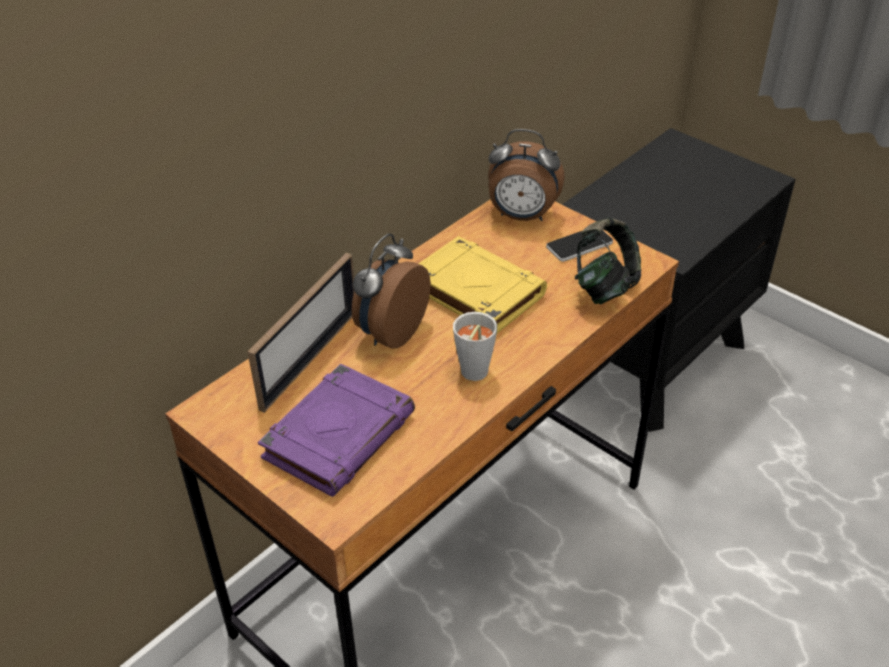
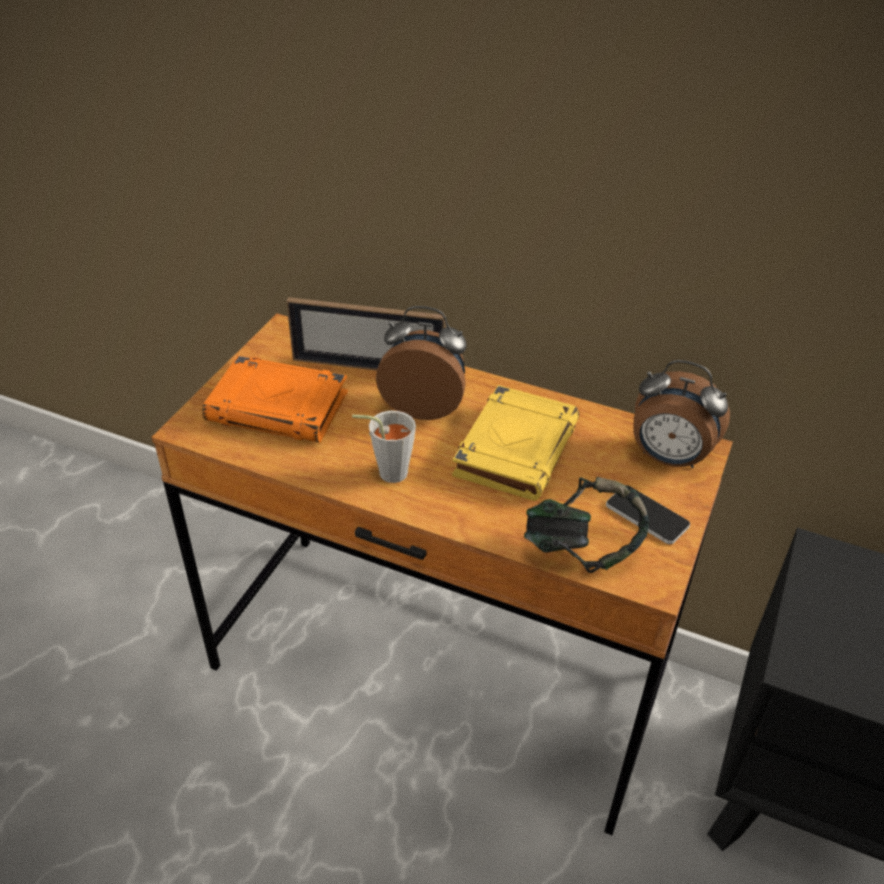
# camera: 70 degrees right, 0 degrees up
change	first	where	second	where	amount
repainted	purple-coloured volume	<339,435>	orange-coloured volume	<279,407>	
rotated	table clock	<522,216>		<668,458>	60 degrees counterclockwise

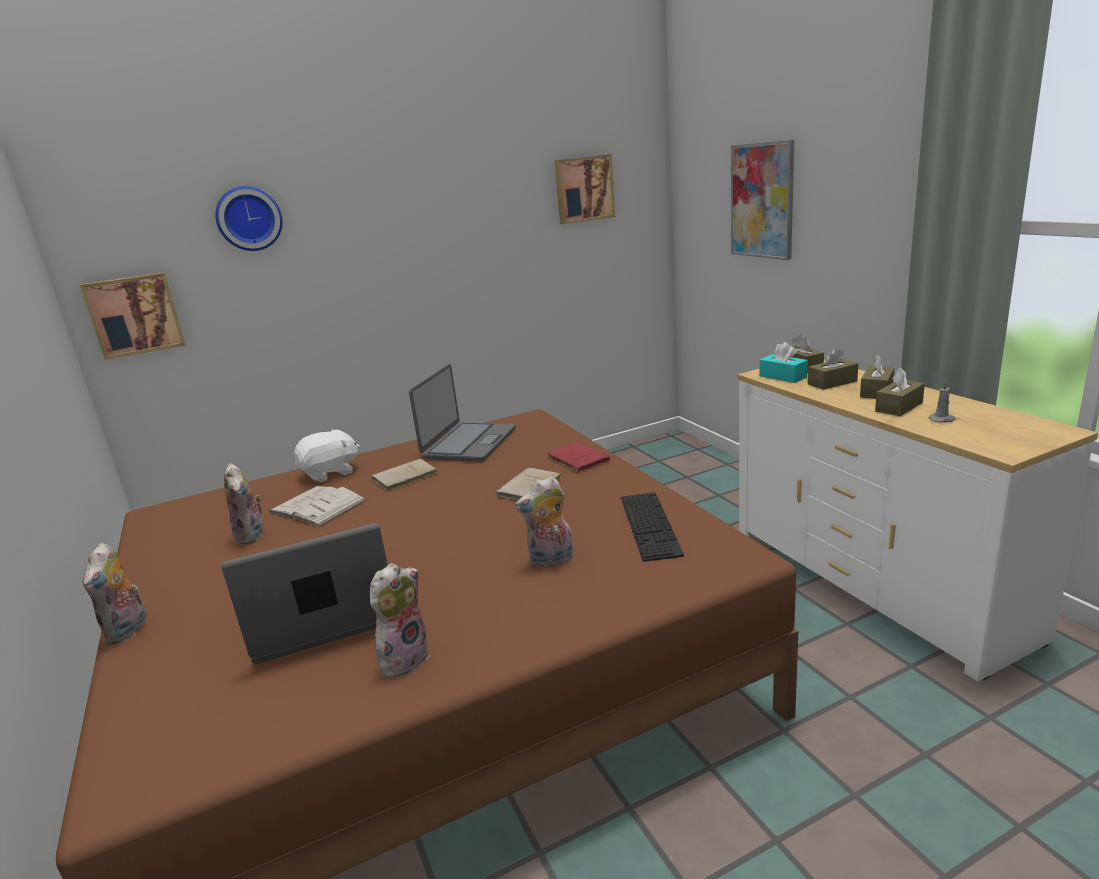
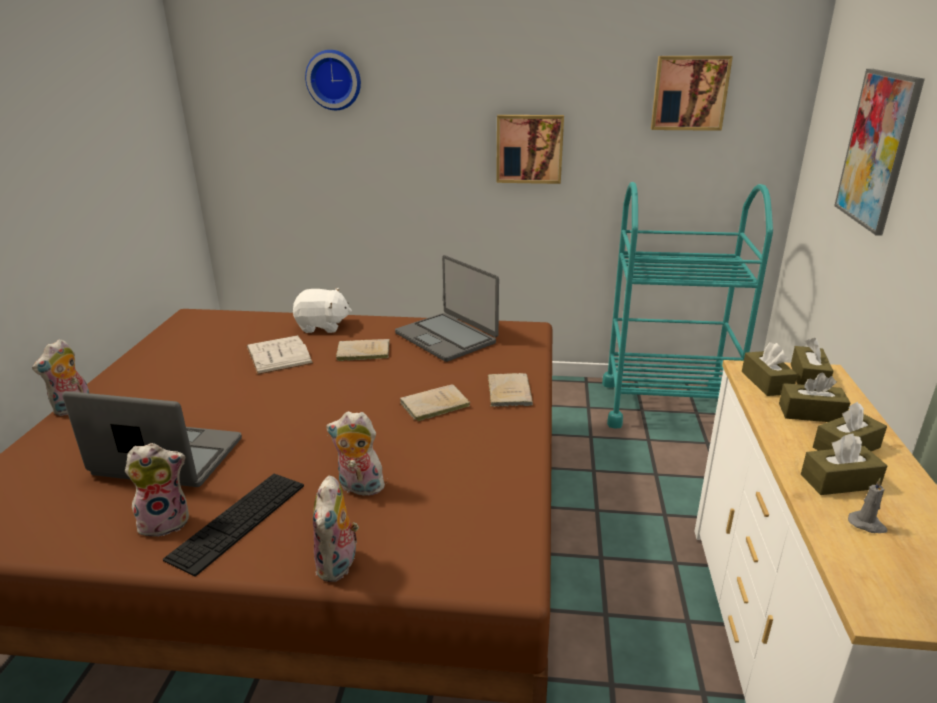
# camera: 30 degrees right, 5 degrees up
change	first	where	second	where	amount
new			turquoise-coloured cart	<666,406>	
shifted	picture	<135,315>		<529,148>	
shifted	cuddly toy	<252,535>		<339,566>	
shifted	keyboard	<649,525>		<238,521>	
repainted	reddish volume	<577,458>	beige volume	<509,391>	
repainted	turquoise-coloured box of tissues	<783,376>	brown box of tissues	<766,382>	
rotated	notebook computer	<468,443>		<447,338>	90 degrees clockwise

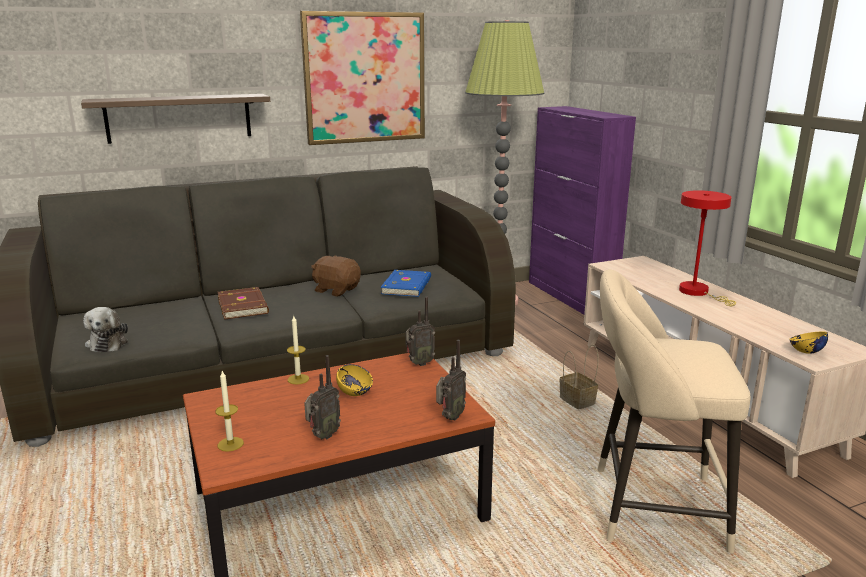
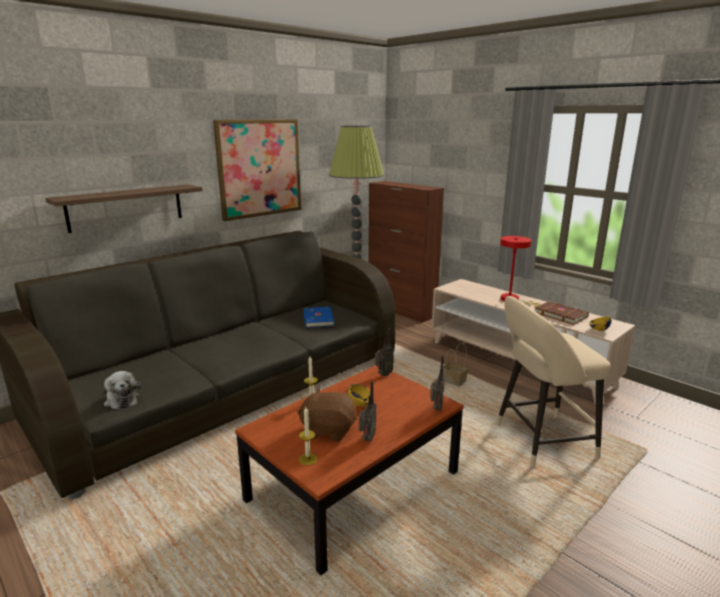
# camera: 20 degrees left, 0 degrees up
change	first	where	second	where	amount
shifted	brown volume	<244,306>		<560,314>	
shifted	brown cuddly toy	<336,290>		<328,430>	
repainted	purple-coloured cabinet	<570,296>	brown cabinet	<401,310>	

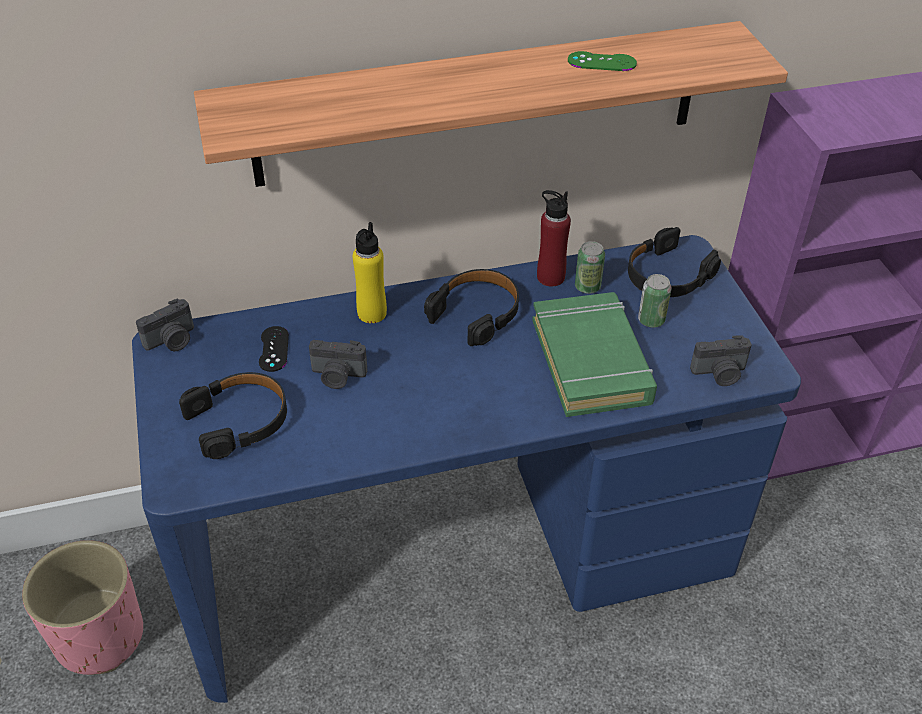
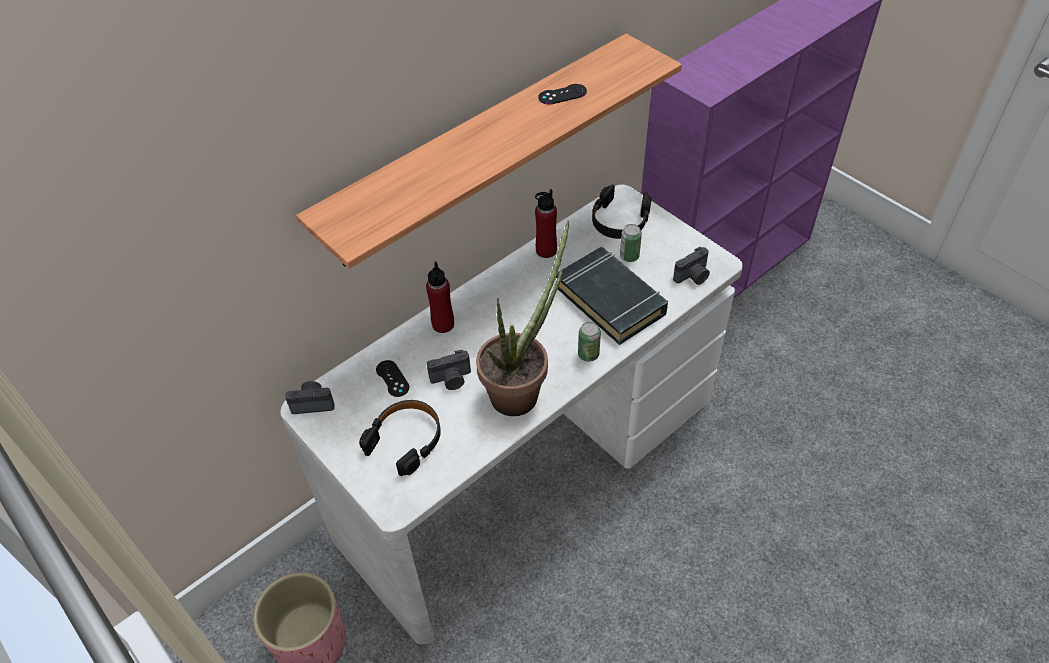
# camera: 25 degrees left, 5 degrees up
change	first	where	second	where	amount
gone	blackish headphones	<476,313>			
new			potted plant	<521,389>	
shifted	metal can	<587,287>		<588,354>	
repainted	bluish desk	<458,552>	white-coloured desk	<528,464>	
repainted	yellowish bottle	<371,313>	reddish bottle	<443,324>	
repainted	green volume	<591,361>	blackish volume	<610,300>	
repainted	green joypad	<601,62>	blackish joypad	<562,94>	
rotated	photo camera	<172,341>		<313,403>	120 degrees counterclockwise

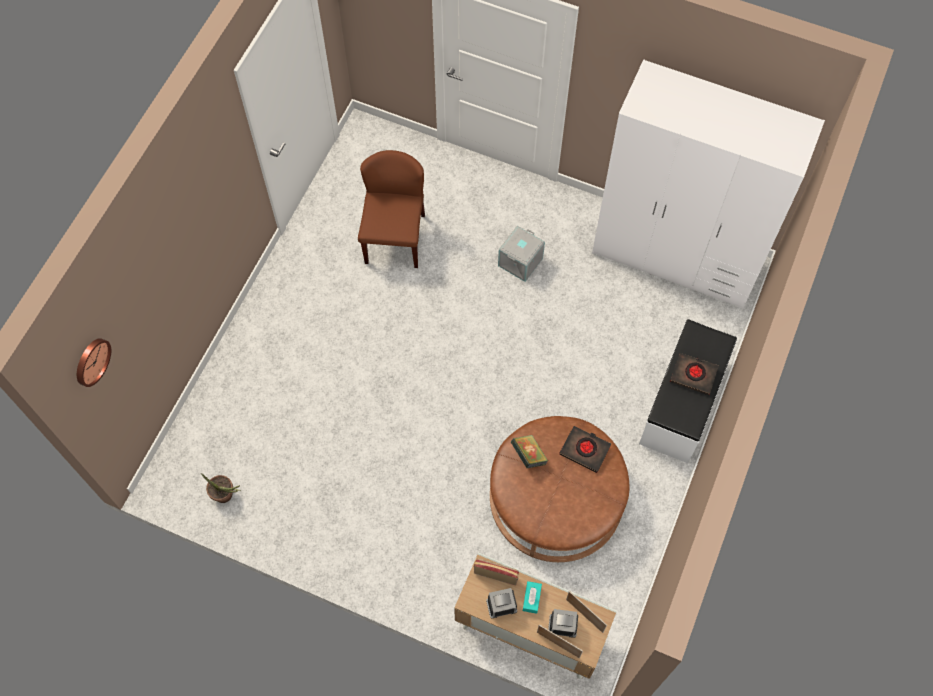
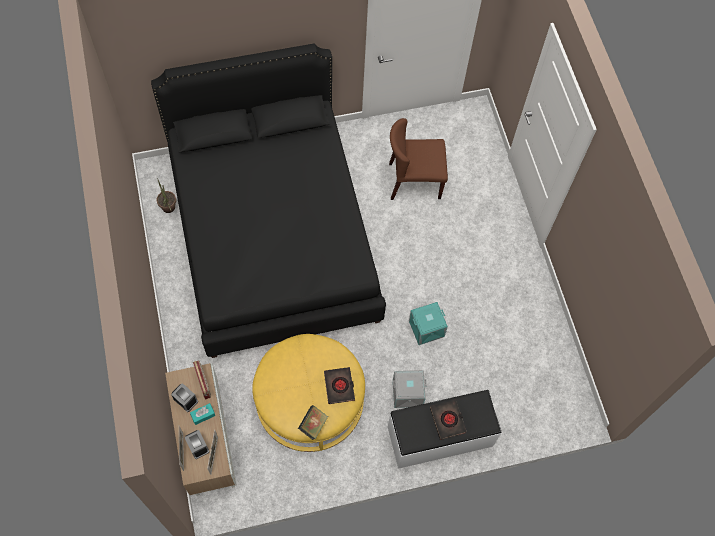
# camera: 50 degrees right, 0 degrees up
change	first	where	second	where	amount
gone	wall clock	<91,361>			
gone	white-coloured wardrobe	<676,257>			
new			blackish bedroom bed	<273,236>	
new			turquoise-coloured storage bin	<426,329>	
shifted	gray storage bin	<521,262>		<407,394>	
shifted	volume	<528,455>		<313,425>	
repainted	brown pouffe	<556,496>	yellowish pouffe	<309,398>	
rotated	brown upright chair	<394,238>		<414,181>	150 degrees counterclockwise

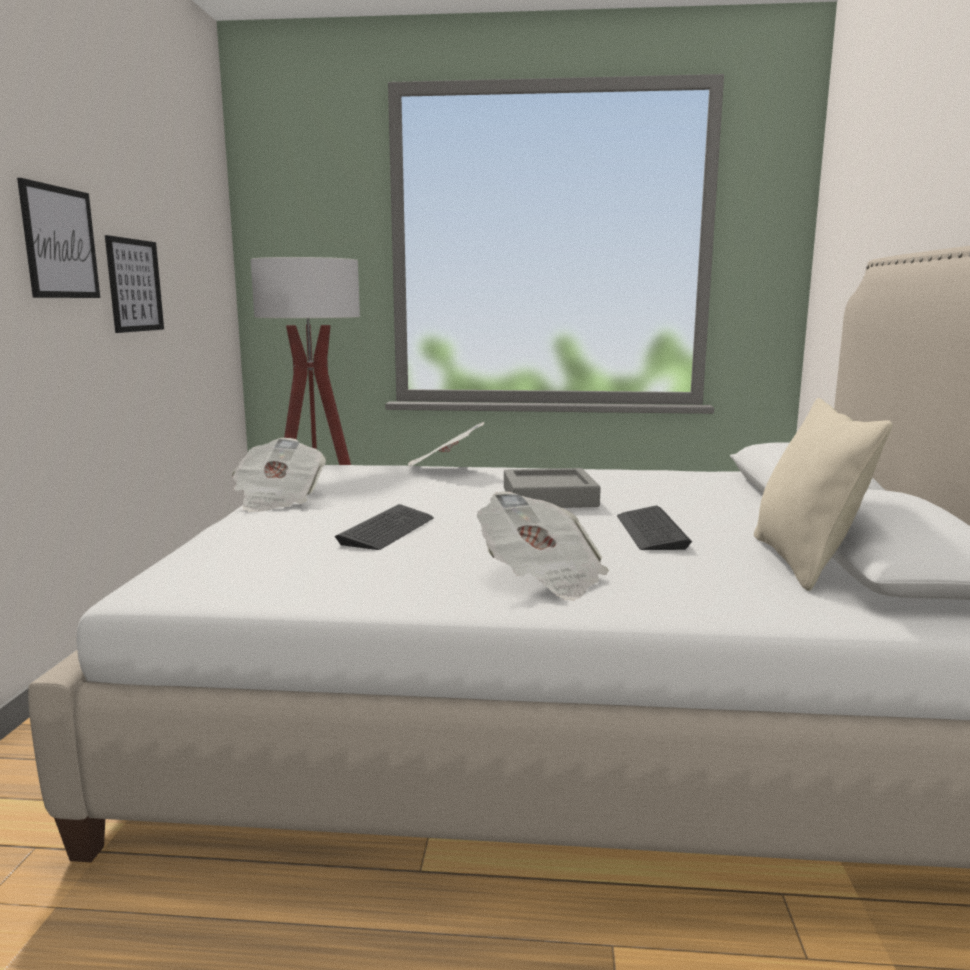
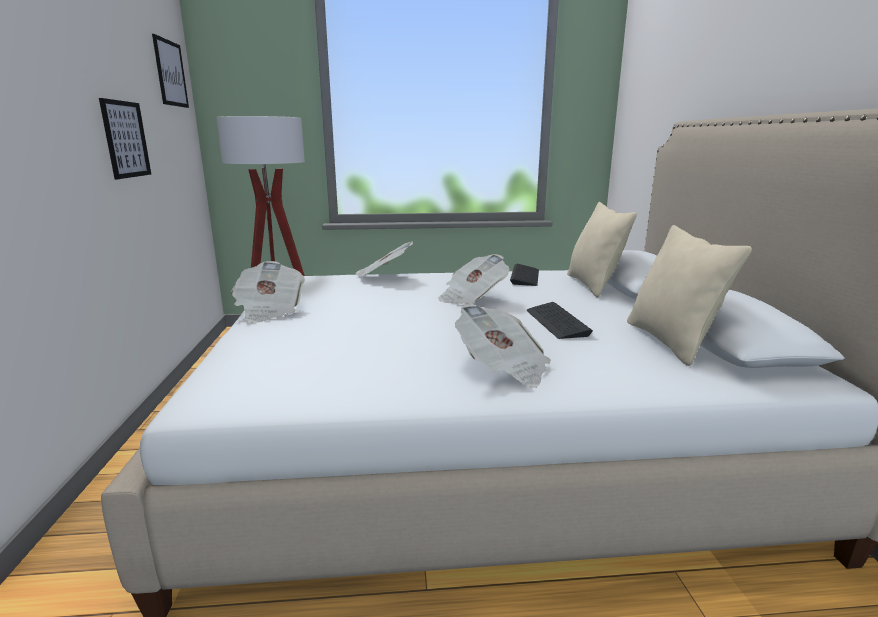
# camera: 10 degrees left, 5 degrees up
change	first	where	second	where	amount
new			beige pillow	<593,285>	
shifted	picture	<60,242>		<170,73>	
shifted	keyboard	<387,530>		<525,276>	
swapped	gray serving tray	<549,497>	daily paper	<472,297>	

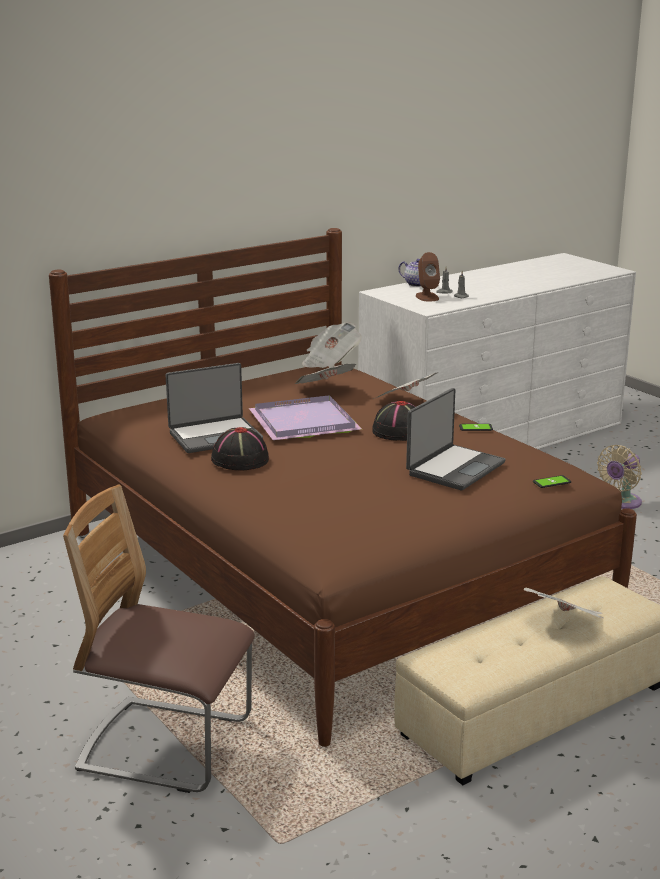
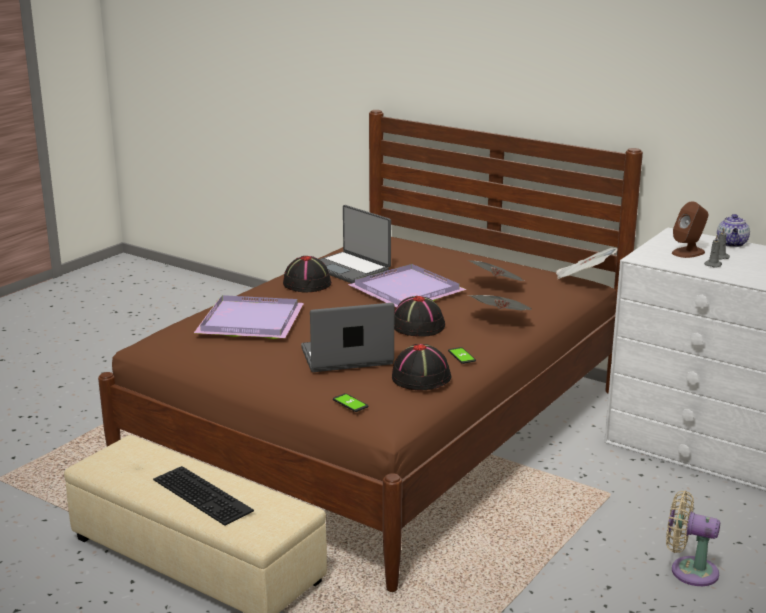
# camera: 70 degrees right, 0 degrees up
change	first	where	second	where	amount
gone	upright chair	<166,746>			
new			purple-coloured serving tray	<249,320>	
new			blackish hat	<421,377>	
swapped	daily paper	<566,623>	keyboard	<205,494>	
rotated	notebook computer	<454,468>		<347,357>	150 degrees clockwise

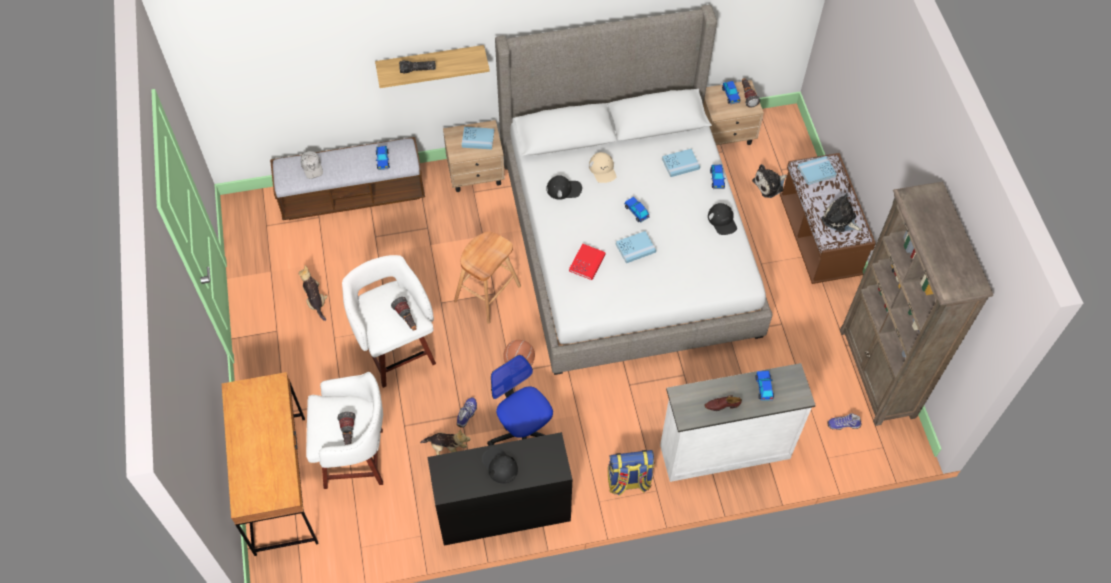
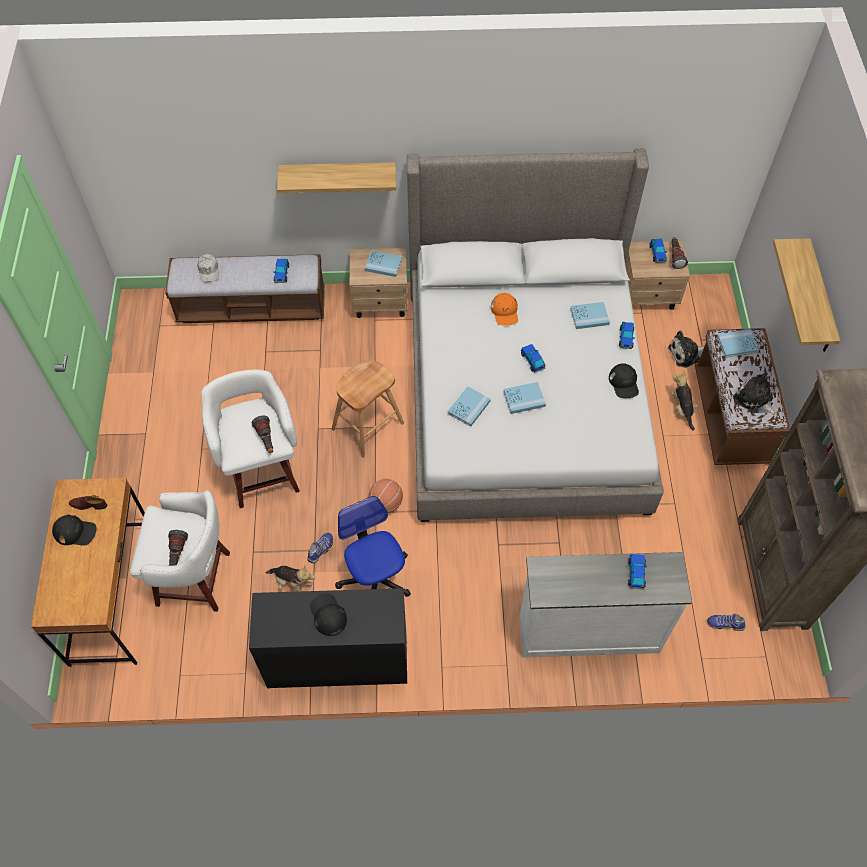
# camera: 10 degrees right, 0 degrees up
change	first	where	second	where	amount
gone	hand torch	<417,70>			
gone	knapsack	<628,482>			
new			wall shelf	<819,299>	
shifted	cuddly toy	<315,300>		<681,408>	
shifted	blackish peaked cap	<564,189>		<75,532>	
shifted	brown item of footwear	<722,405>		<88,505>	
repainted	reddish volume	<587,263>	bluish volume	<469,407>	
repainted	beige peaked cap	<602,169>	orange-coloured peaked cap	<505,311>	

